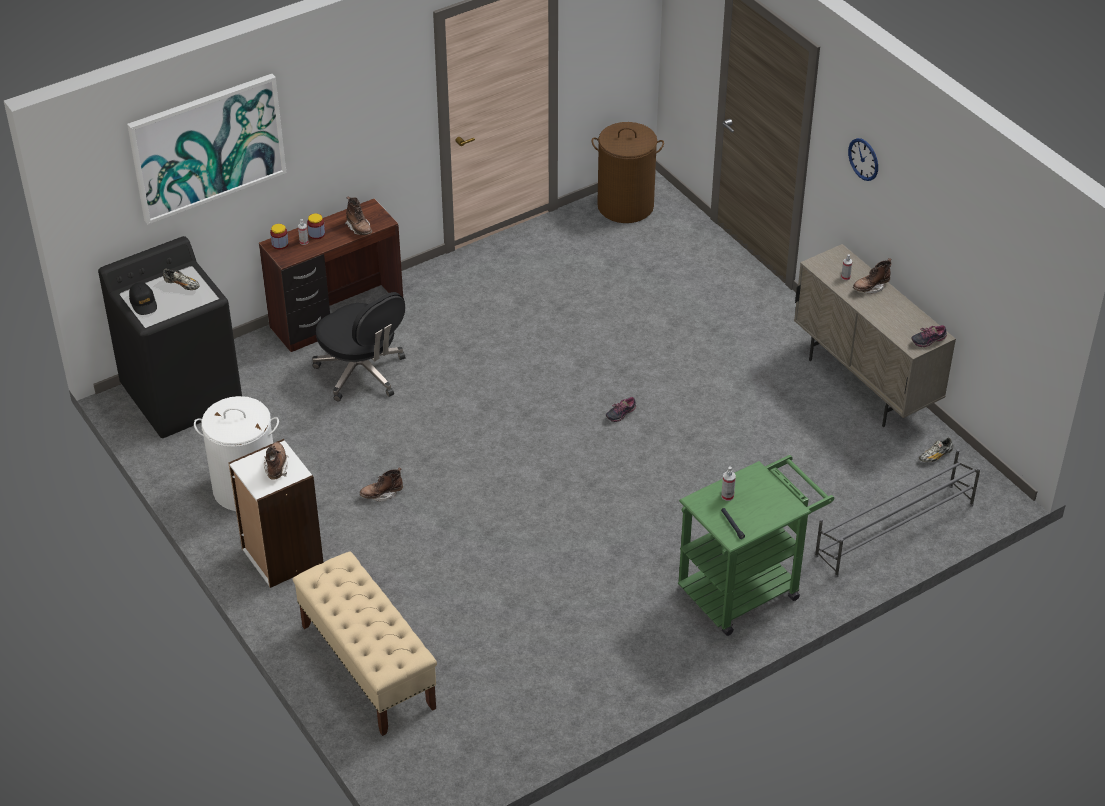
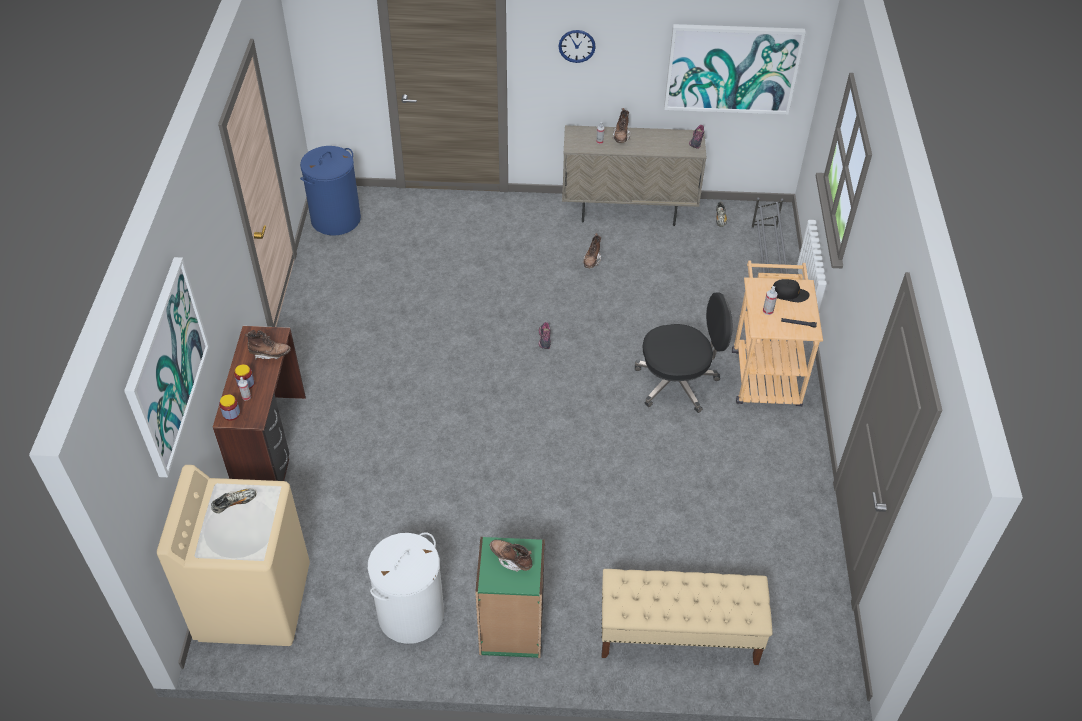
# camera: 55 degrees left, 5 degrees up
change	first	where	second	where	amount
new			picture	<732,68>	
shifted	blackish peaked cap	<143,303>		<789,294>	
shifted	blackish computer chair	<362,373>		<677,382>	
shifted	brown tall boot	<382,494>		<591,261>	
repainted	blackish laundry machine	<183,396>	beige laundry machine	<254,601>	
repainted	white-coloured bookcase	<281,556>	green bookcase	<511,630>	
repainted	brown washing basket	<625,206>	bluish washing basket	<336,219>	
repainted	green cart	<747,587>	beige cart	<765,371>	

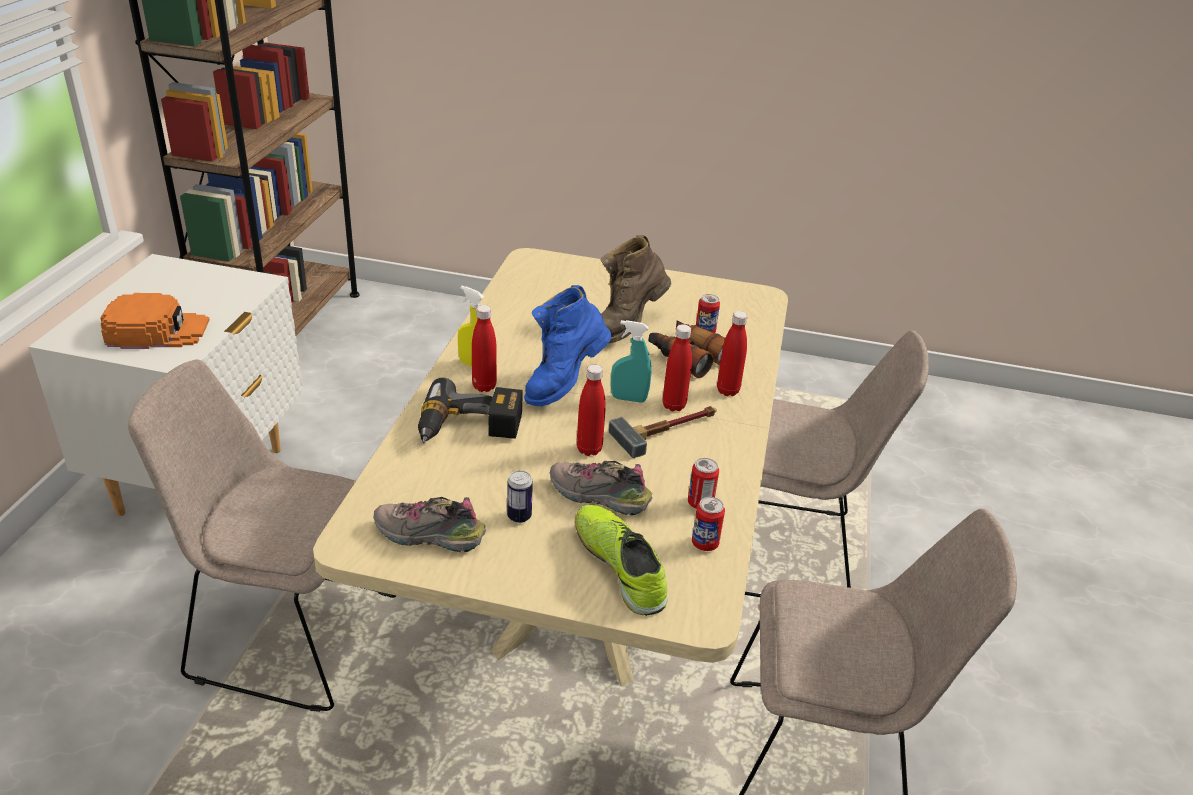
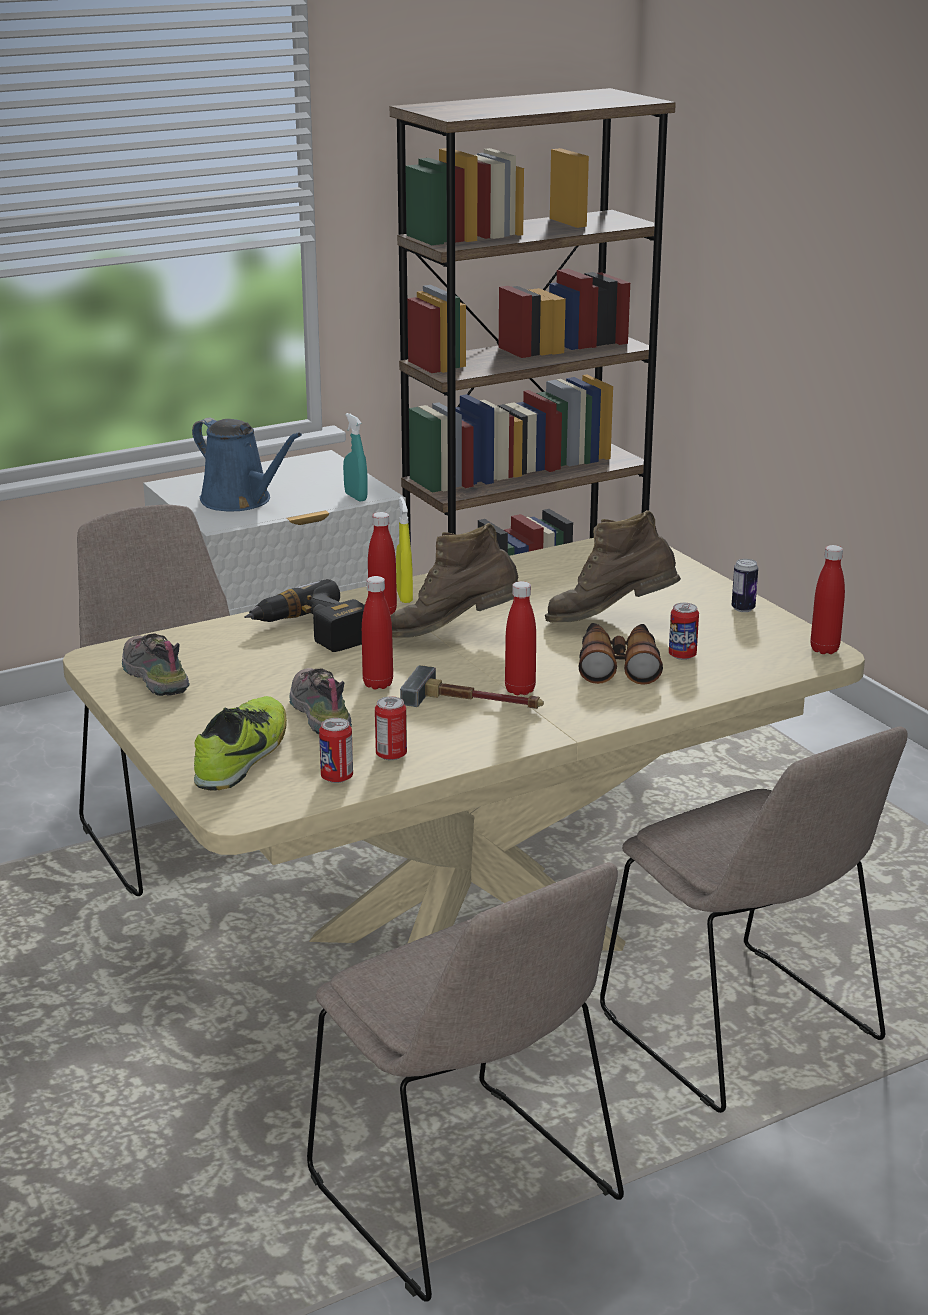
# camera: 50 degrees right, 10 degrees down
change	first	where	second	where	amount
shifted	metal can	<519,516>		<743,608>	
shifted	turquoise-coloured sprayer	<628,399>		<355,497>	
shifted	reddish bottle	<727,390>		<824,649>	
swapped	orange-coloured peaked cap	<157,330>	bluish watering pot	<240,501>	
repainted	bluish tall boot	<563,383>	brown tall boot	<454,637>	

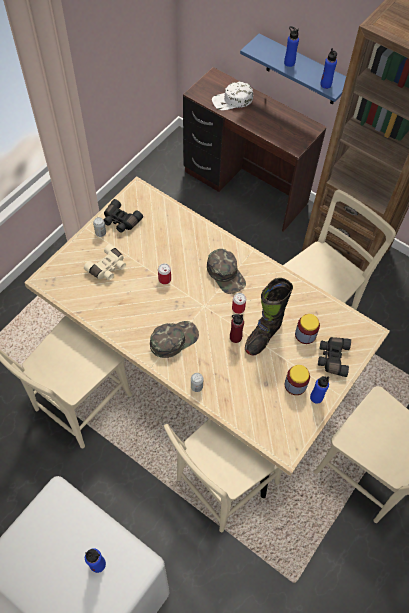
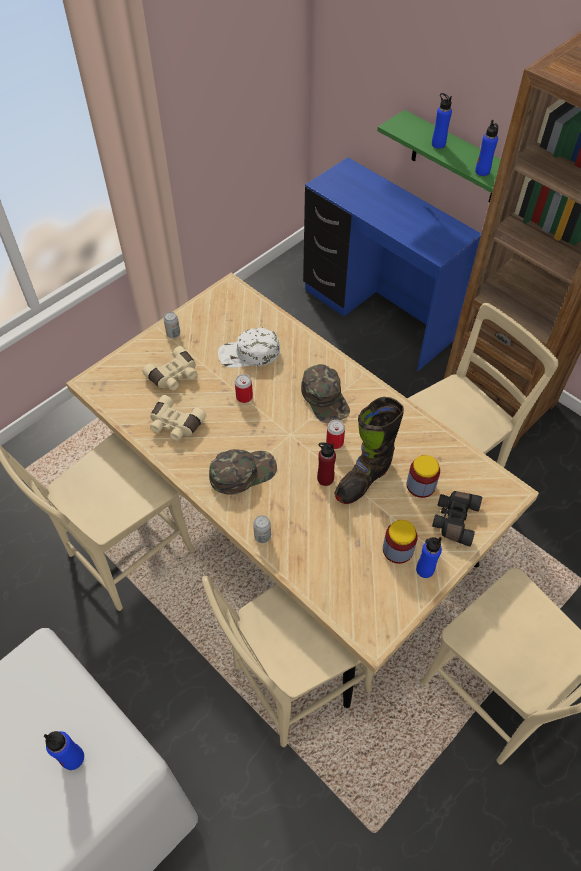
# camera: 10 degrees right, 5 degrees down
change	first	where	second	where	amount
gone	blackish pair of binoculars	<120,221>			
new			beige pair of binoculars	<175,425>	
shifted	white-coloured peaked cap	<232,100>		<249,354>	
repainted	brown desk	<244,188>	bluish desk	<376,315>	
repainted	bluish wall shelf	<302,71>	green wall shelf	<455,159>	

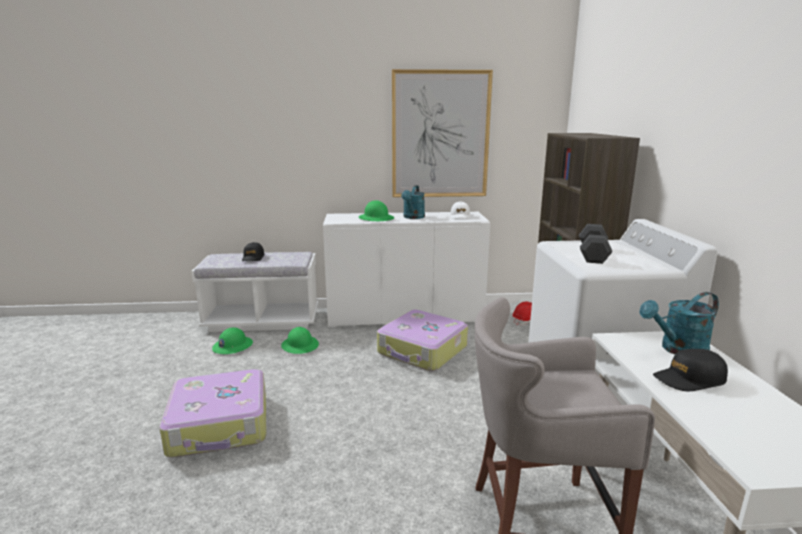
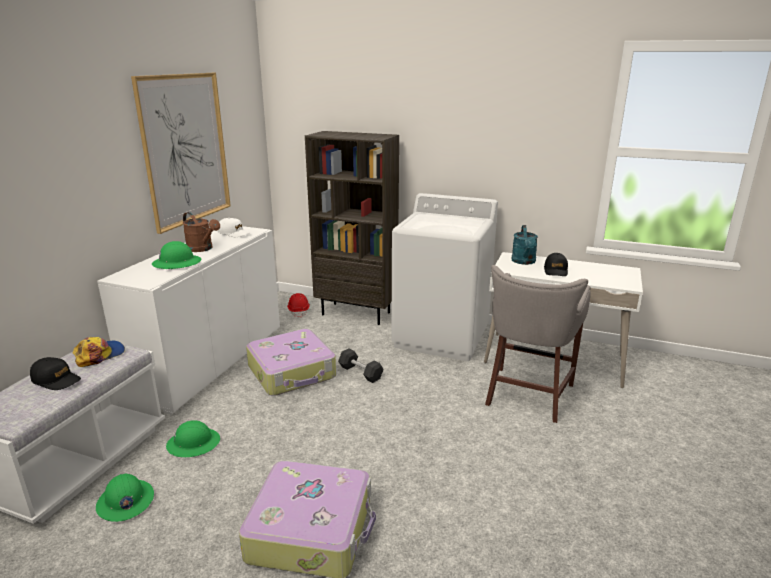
# camera: 65 degrees left, 5 degrees up
change	first	where	second	where	amount
new			peaked cap	<99,355>	
shifted	blackish free weight	<593,254>		<360,373>	
repainted	turquoise-coloured watering pot	<413,217>	brown watering pot	<202,249>	

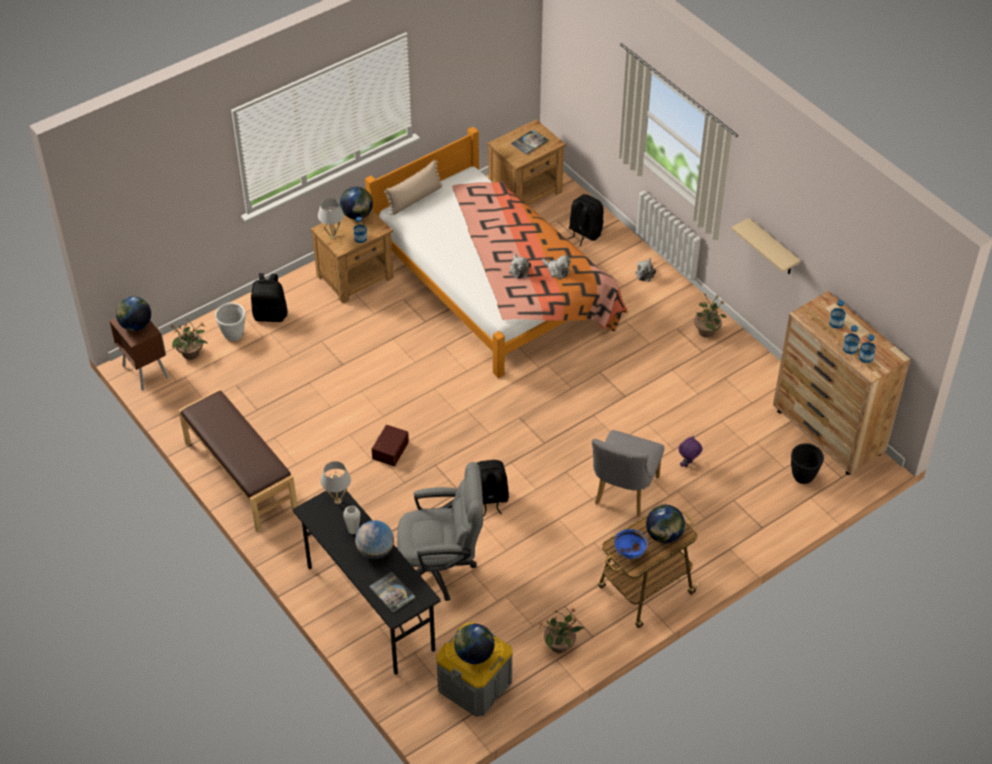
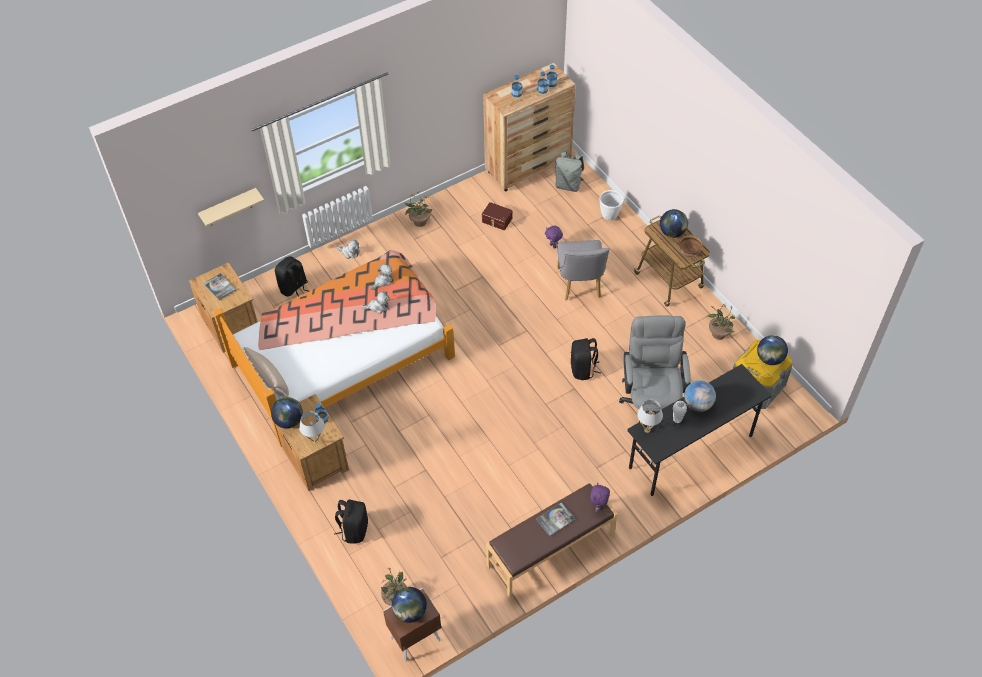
# camera: 85 degrees left, 5 degrees up
change	first	where	second	where	amount
new			purple-coloured cuddly toy	<598,506>	
shifted	white-coloured planter	<233,335>		<609,215>	
shifted	volume	<392,592>		<555,519>	
shifted	brown storage bin	<389,450>		<496,220>	
shifted	beige wall shelf	<772,248>		<229,207>	
swapped	blackish planter	<803,477>	gray knapsack	<568,185>	
repainted	bluish bowl	<629,553>	brown bowl	<688,253>	
rotated	gray upright chair	<623,494>		<580,286>	60 degrees clockwise

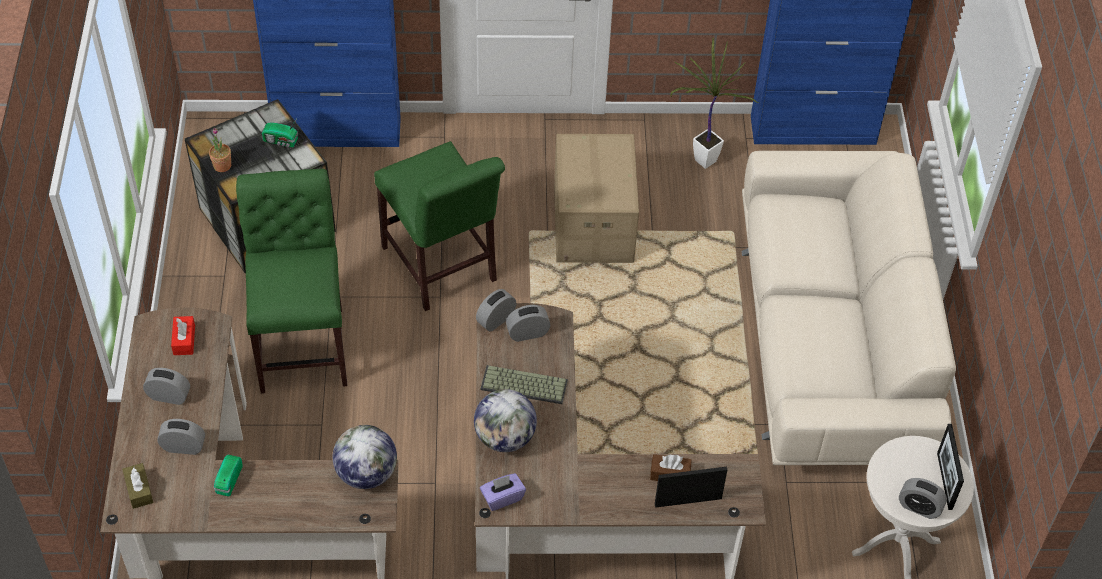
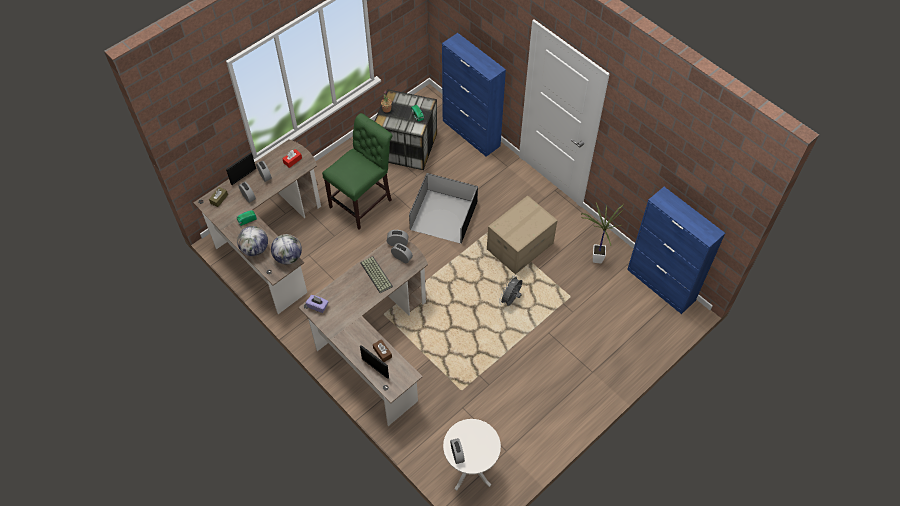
# camera: 50 degrees right, 5 degrees up
change	first	where	second	where	amount
gone	beige couch	<830,343>			
new			gray fan	<511,300>	
shifted	world globe	<505,437>		<255,249>	
shifted	photo frame	<944,481>		<243,176>	
swapped	green upright chair	<441,268>	blackish storage bin	<443,215>	

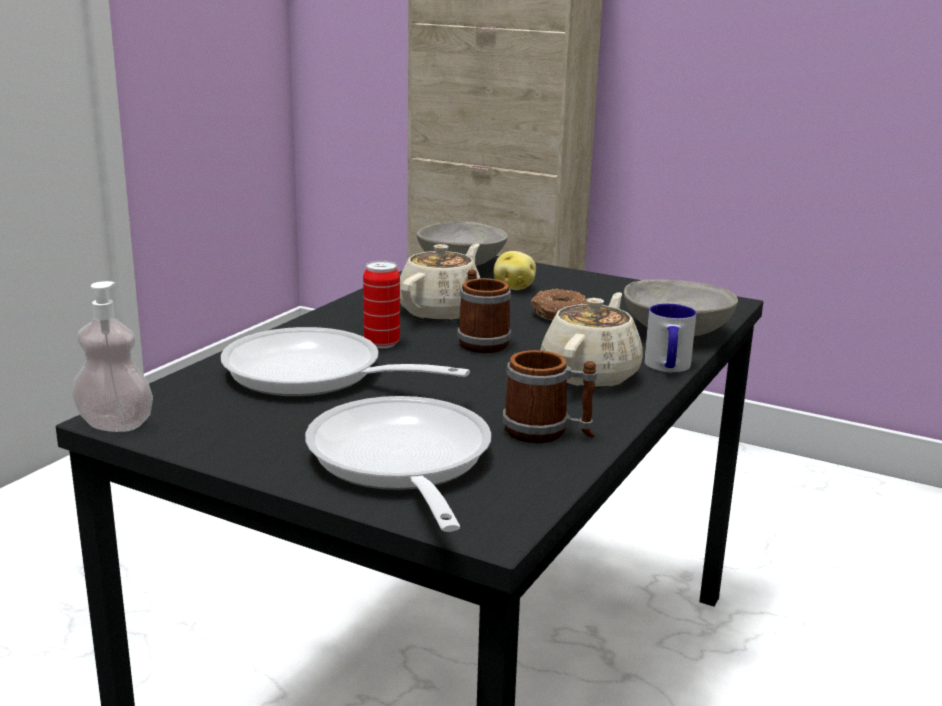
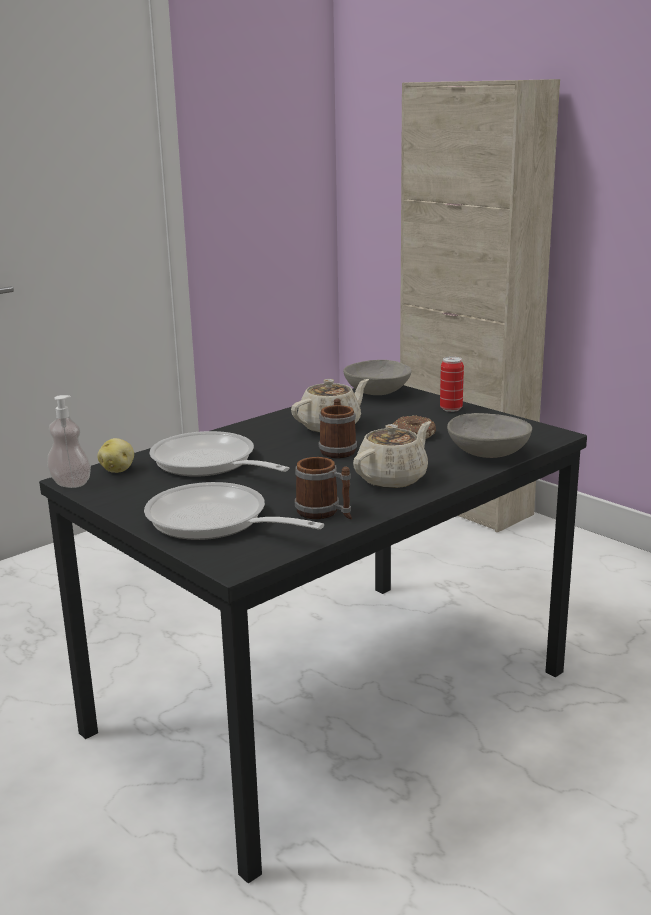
# camera: 20 degrees right, 0 degrees up
change	first	where	second	where	amount
gone	coffee mug	<667,367>			
shifted	metal can	<381,343>		<451,409>	
shifted	whole potato	<514,287>		<118,469>	
rotated	skillet	<400,464>		<215,522>	60 degrees counterclockwise

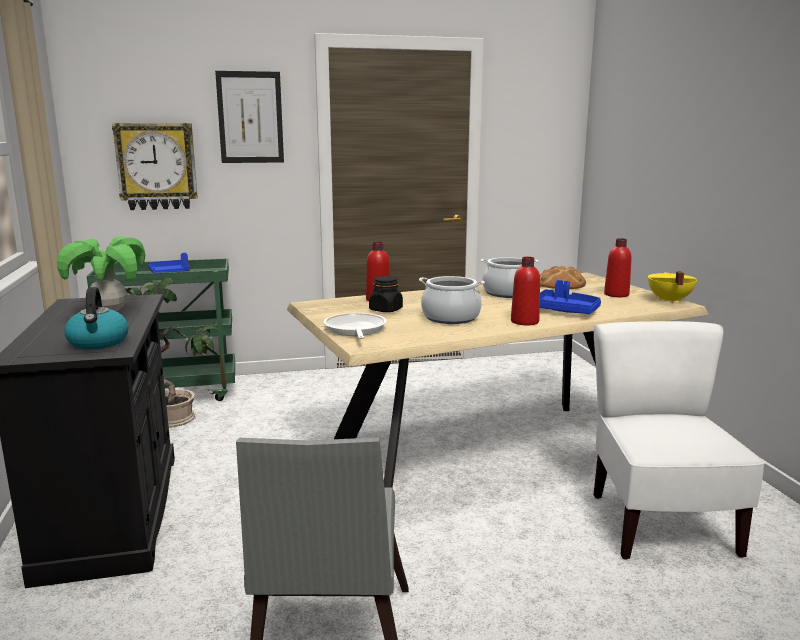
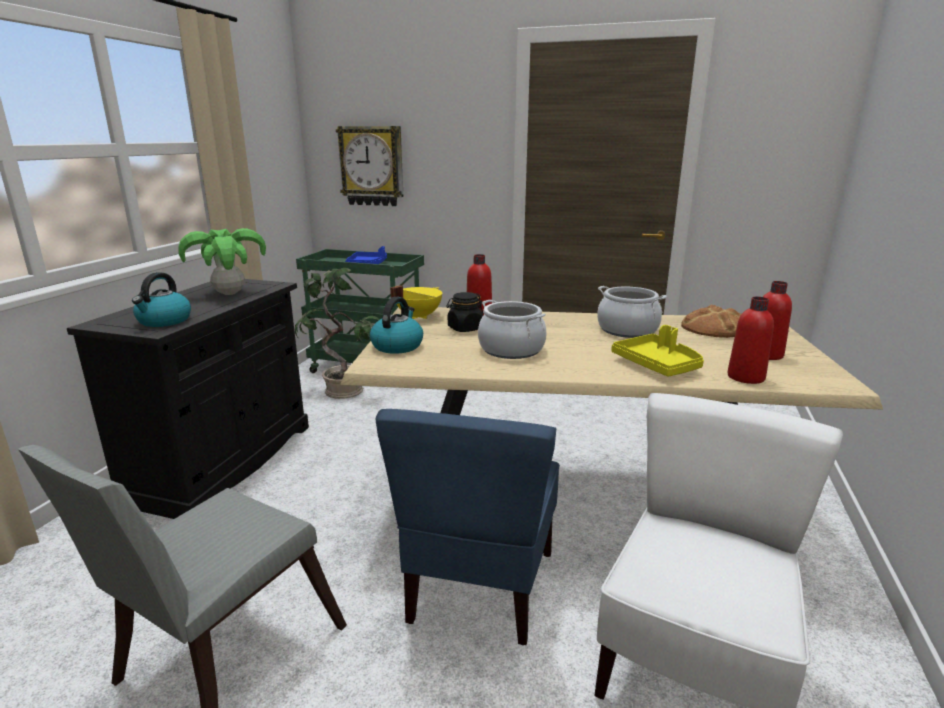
# camera: 30 degrees right, 5 degrees up
change	first	where	second	where	amount
gone	picture	<250,117>			
new			bluish upright chair	<479,586>	
shifted	reddish bottle	<524,322>		<745,377>	
shifted	yellowish saucepot	<668,300>		<417,316>	
swapped	skillet	<355,330>	tea kettle	<397,346>	
repainted	bluish serving tray	<565,311>	yellowish serving tray	<657,365>	

